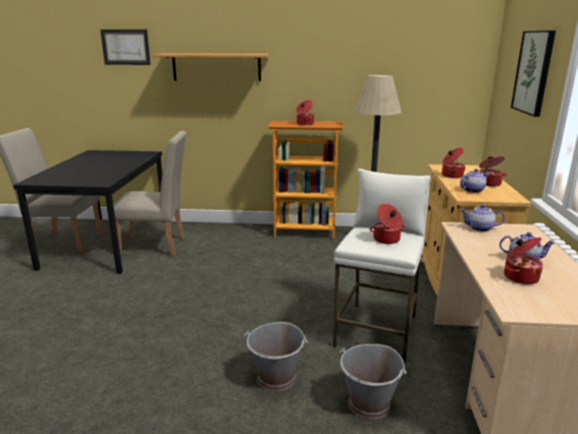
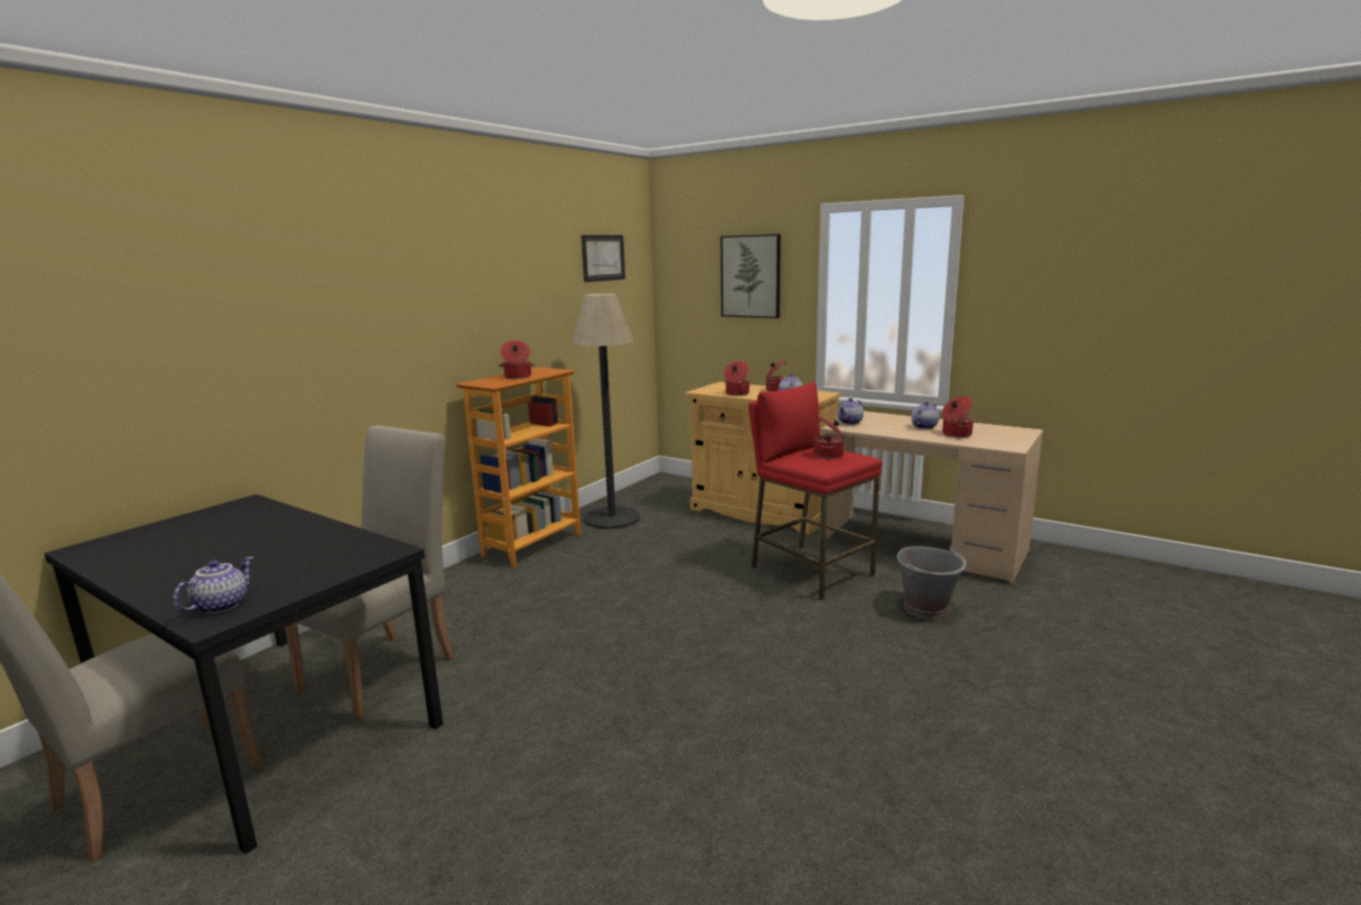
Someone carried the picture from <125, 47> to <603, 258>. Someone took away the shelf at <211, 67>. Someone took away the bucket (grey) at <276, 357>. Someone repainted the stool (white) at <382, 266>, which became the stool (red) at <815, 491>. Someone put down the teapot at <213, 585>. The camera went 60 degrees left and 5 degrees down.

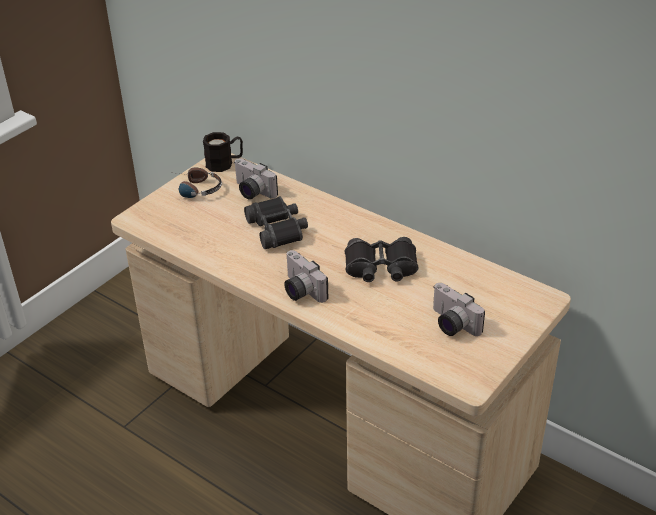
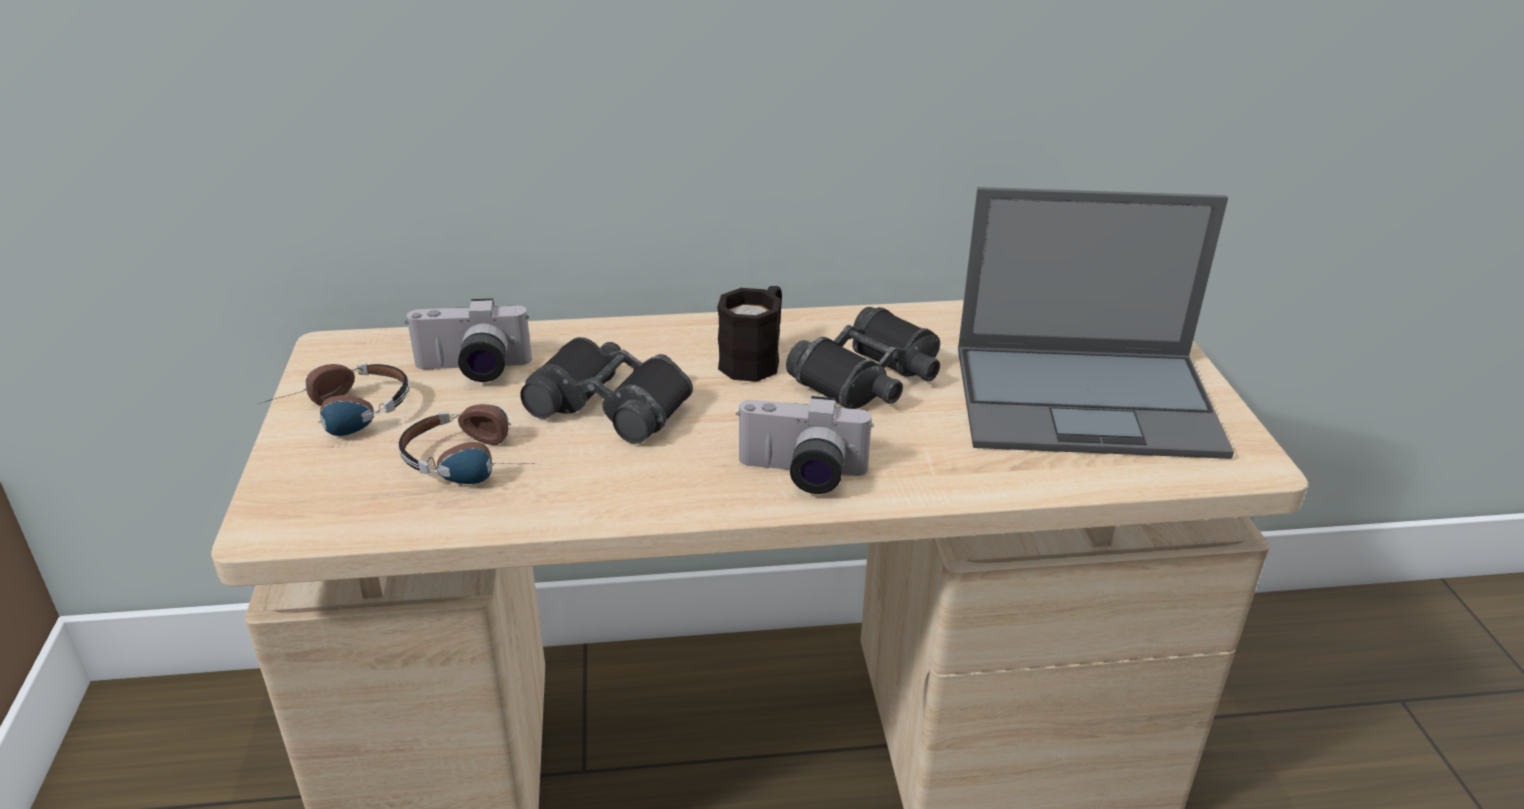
Someone carried the mug (black) from <223, 152> to <749, 334>. Someone swapped the photo camera at <459, 309> for the laptop at <1096, 323>. Someone put down the headphones at <465, 444>. The camera went 45 degrees left and 5 degrees down.

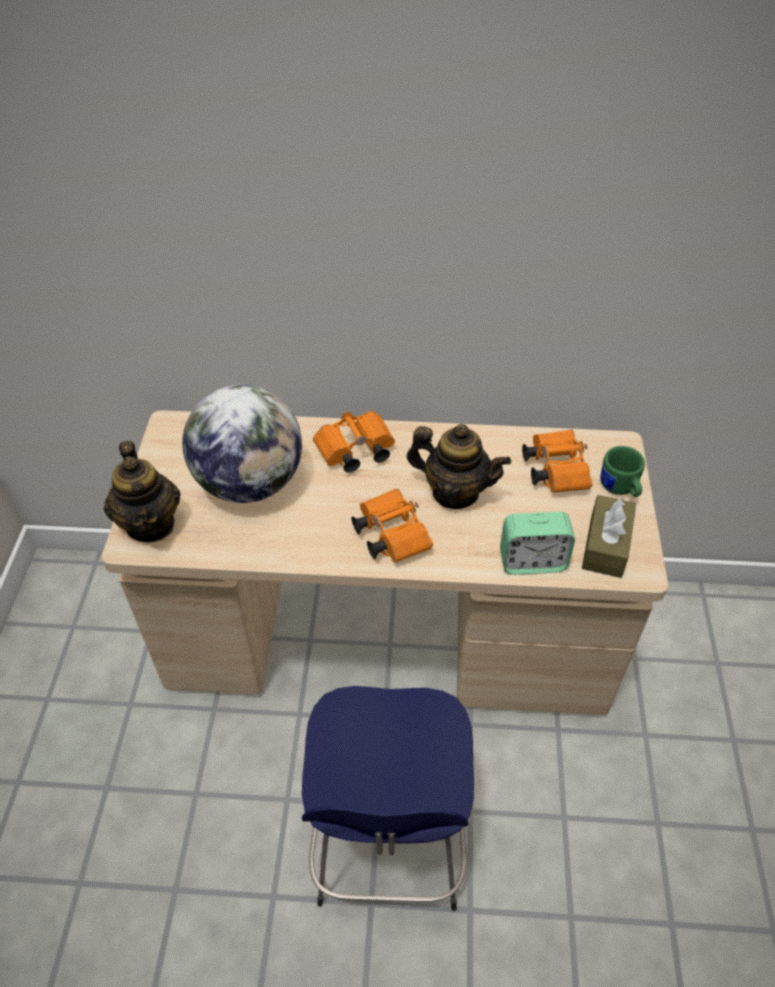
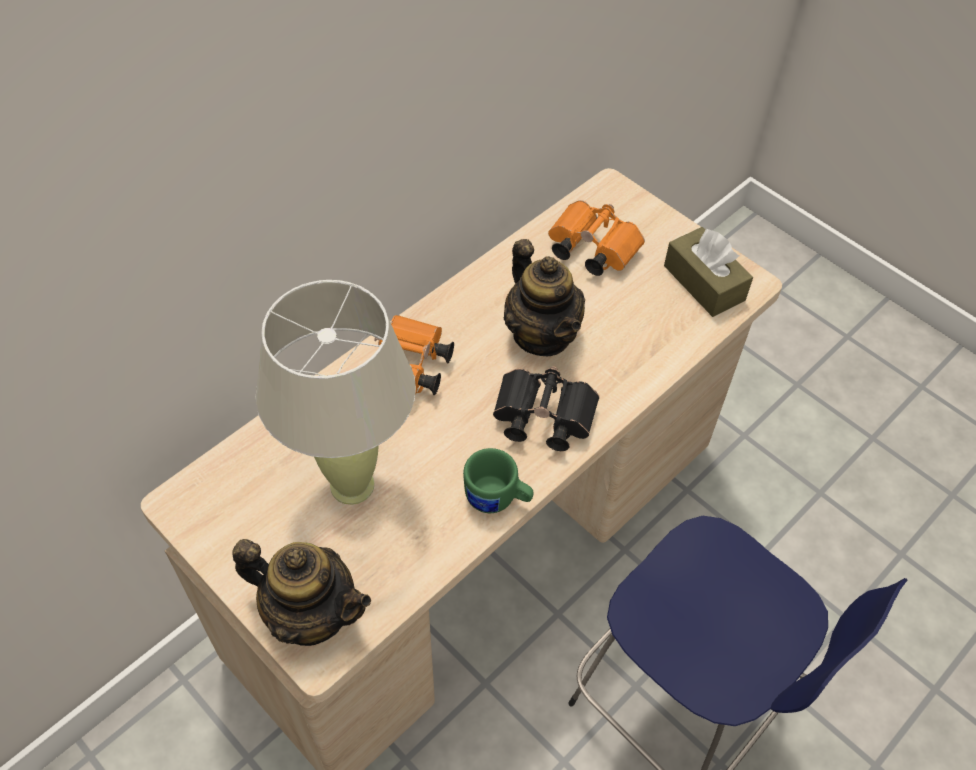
Someone swapped the globe at <242, 444> for the table lamp (beige) at <336, 392>. Someone repainted the binoculars (orange) at <392, 526>, which became the binoculars (black) at <546, 408>. Someone rotated the teapot at <458, 466> by 90 degrees clockwise. Someone took away the alarm clock at <537, 543>. Someone carried the mug (green) from <622, 471> to <498, 480>. The camera went 50 degrees left and 5 degrees up.

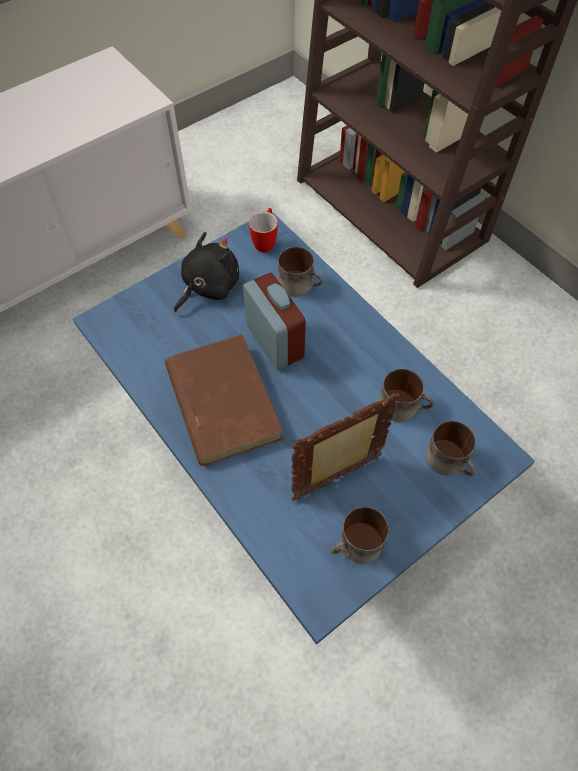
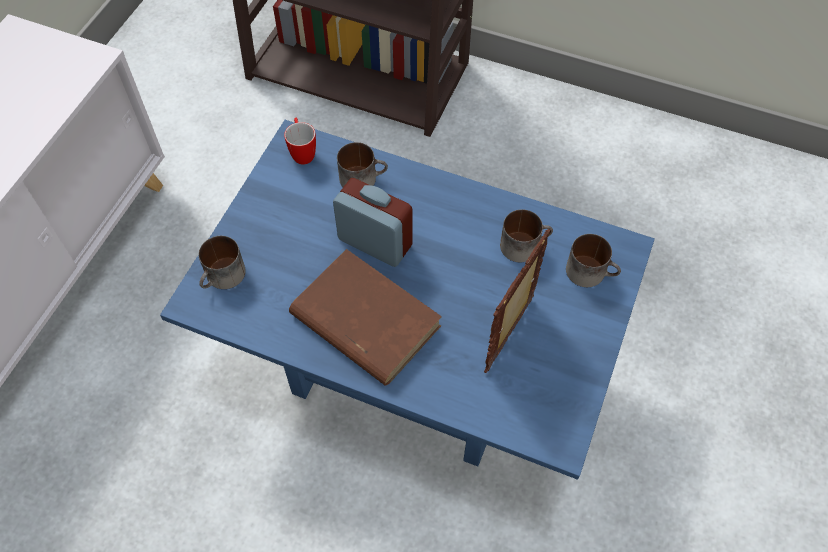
Someone took away the plush toy (black) at <206, 272>. Someone carried the mug from <360, 535> to <222, 262>. The camera went 30 degrees left and 0 degrees up.

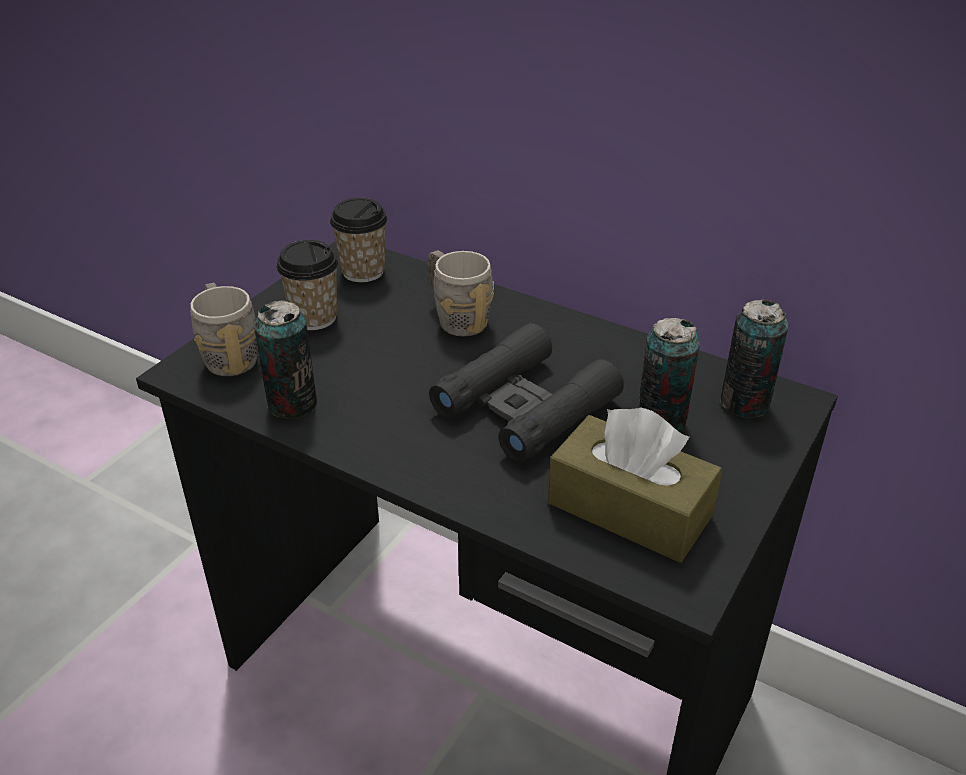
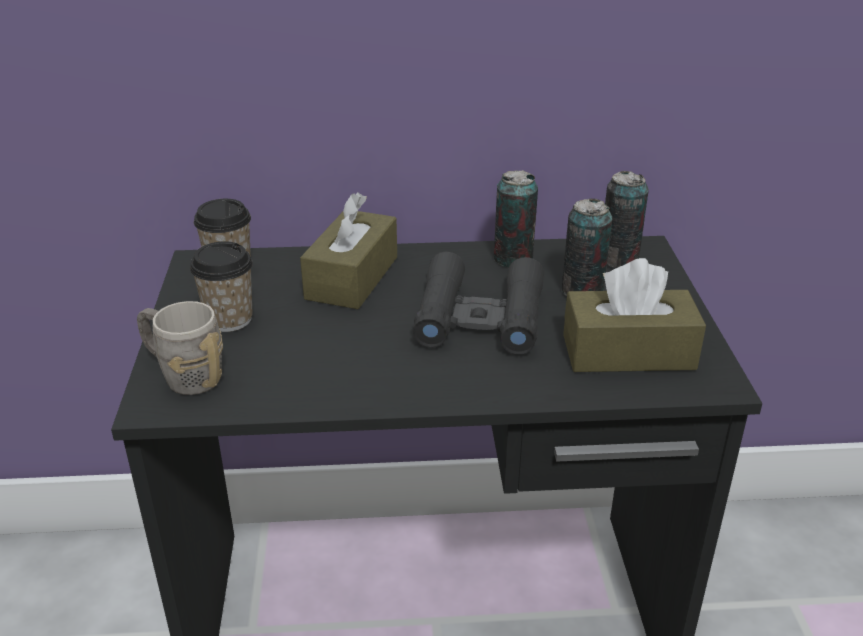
Someone carried the can from <285, 359> to <516, 218>. Someone swapped the mug (grey) at <460, 294> for the tissue box (brown) at <348, 250>. The camera went 35 degrees left and 5 degrees down.

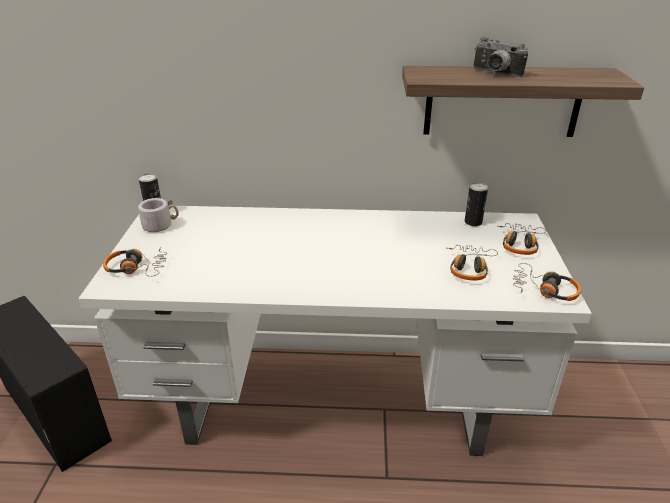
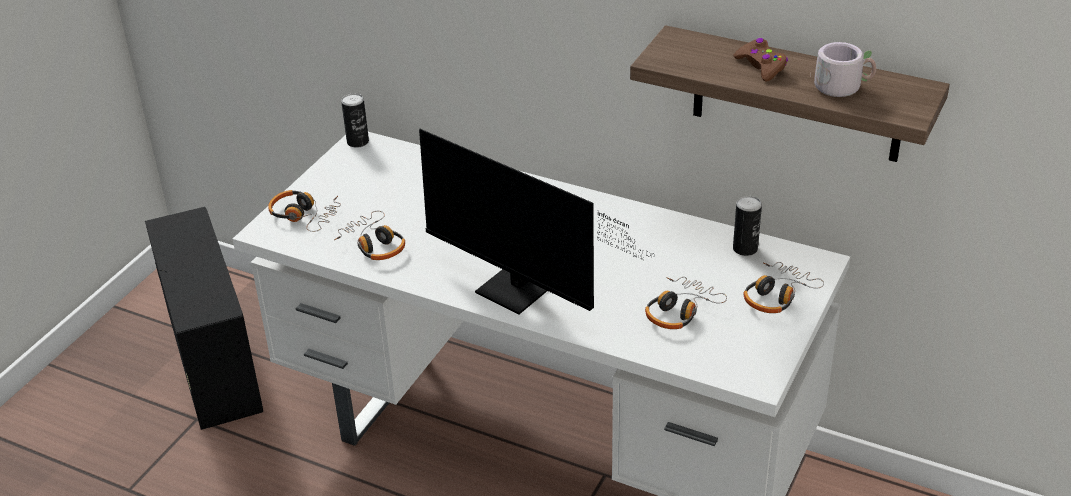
Someone carried the mug (grey) from <158, 215> to <843, 69>. Someone swapped the photo camera at <501, 57> for the game controller (brown) at <761, 60>. Someone carried the headphones from <547, 282> to <369, 235>. Someone put down the monitor at <537, 221>. The camera went 25 degrees right and 5 degrees up.

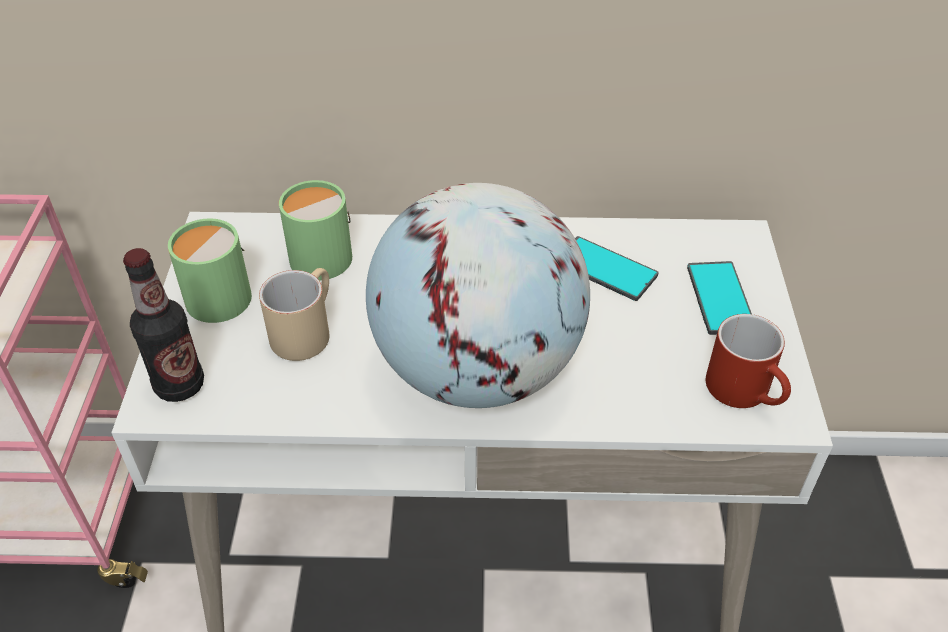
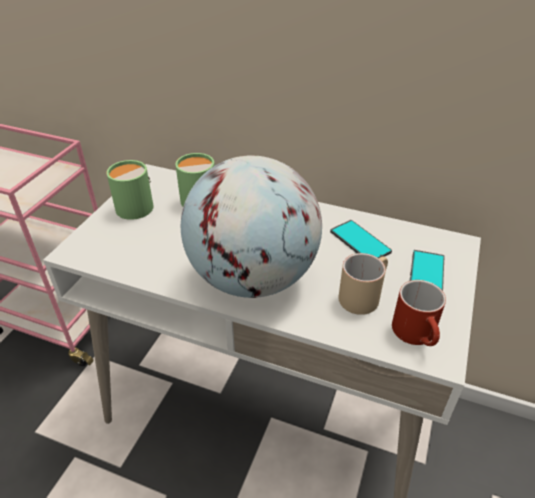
Someone took away the bottle at <163, 325>. Someone carried the mug (beige) from <294, 314> to <363, 284>. The camera went 20 degrees right and 5 degrees down.

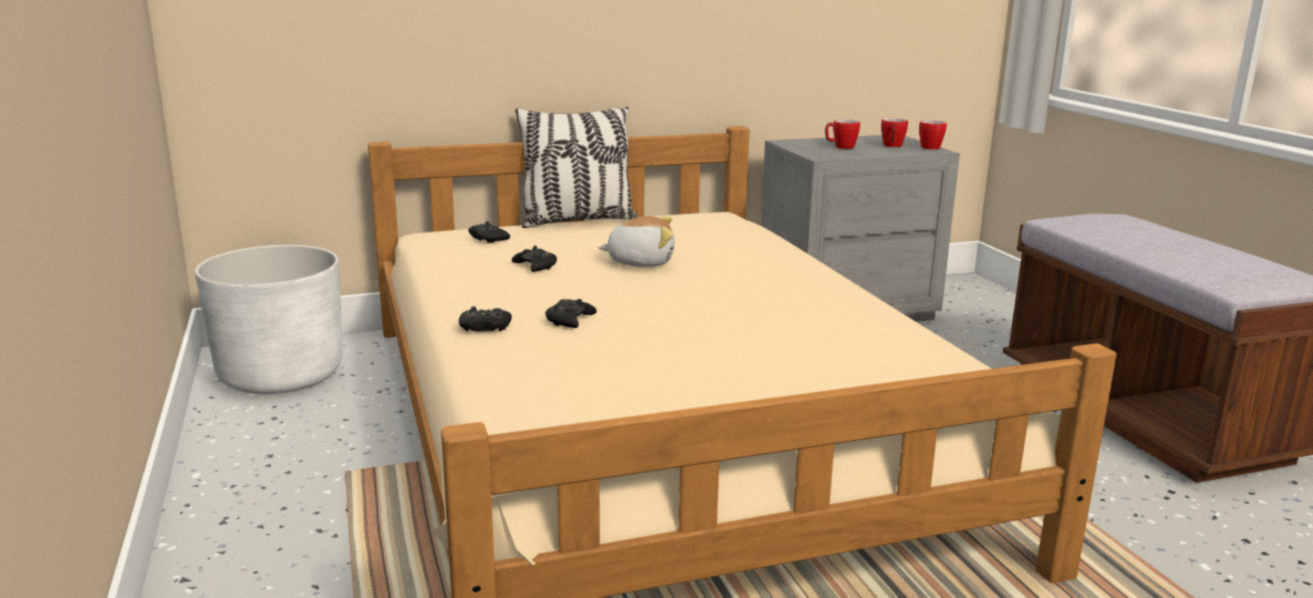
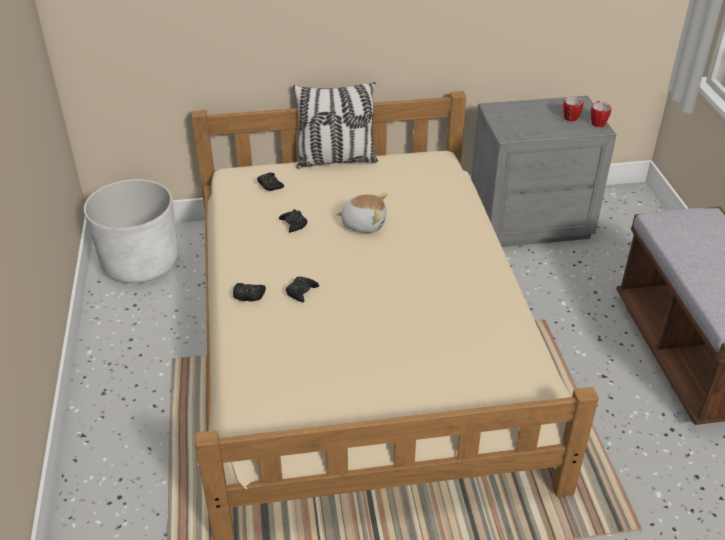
Someone took away the mug at <842, 134>. The camera went 10 degrees right and 20 degrees up.

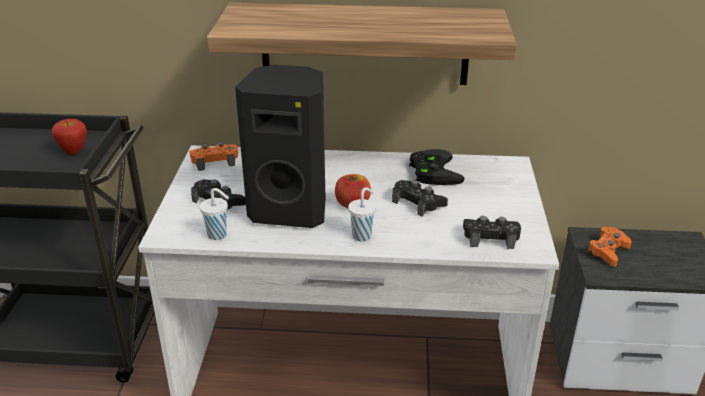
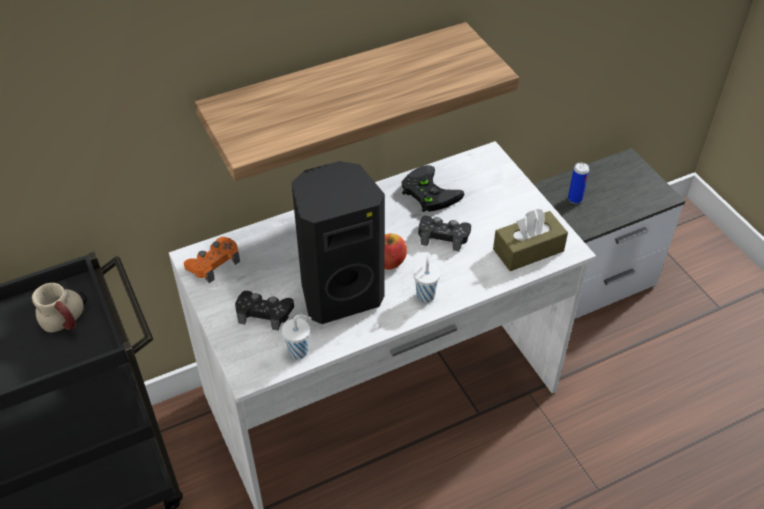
Someone swapped the apple at <69, 137> for the mug at <59, 307>. Someone swapped the game controller (black) at <492, 232> for the tissue box (brown) at <530, 240>. Someone swapped the game controller (orange) at <609, 247> for the can at <578, 183>. The camera went 30 degrees left and 15 degrees up.

